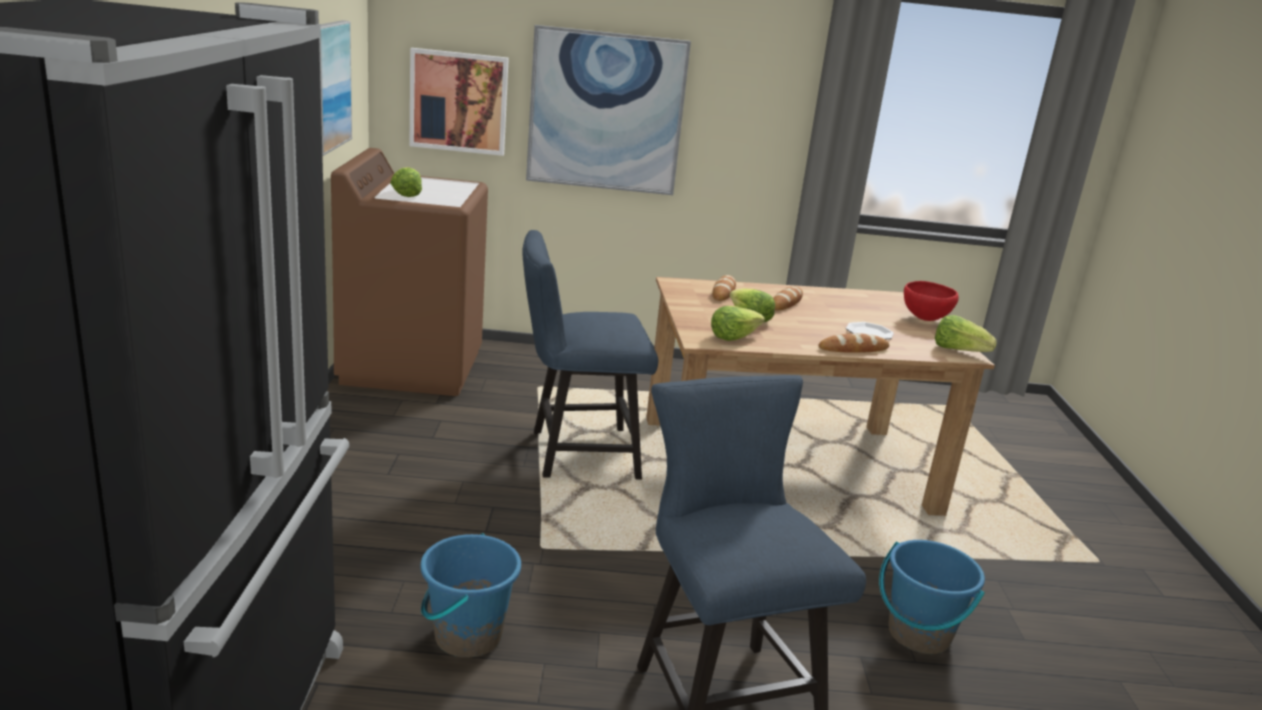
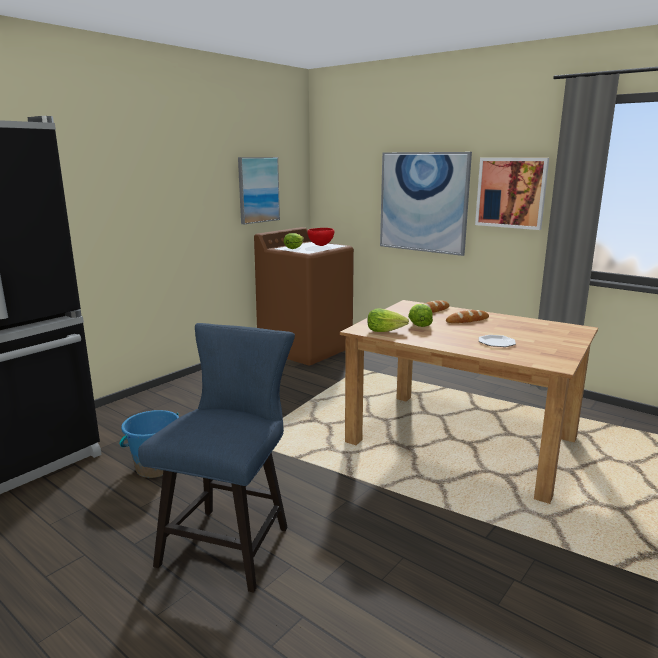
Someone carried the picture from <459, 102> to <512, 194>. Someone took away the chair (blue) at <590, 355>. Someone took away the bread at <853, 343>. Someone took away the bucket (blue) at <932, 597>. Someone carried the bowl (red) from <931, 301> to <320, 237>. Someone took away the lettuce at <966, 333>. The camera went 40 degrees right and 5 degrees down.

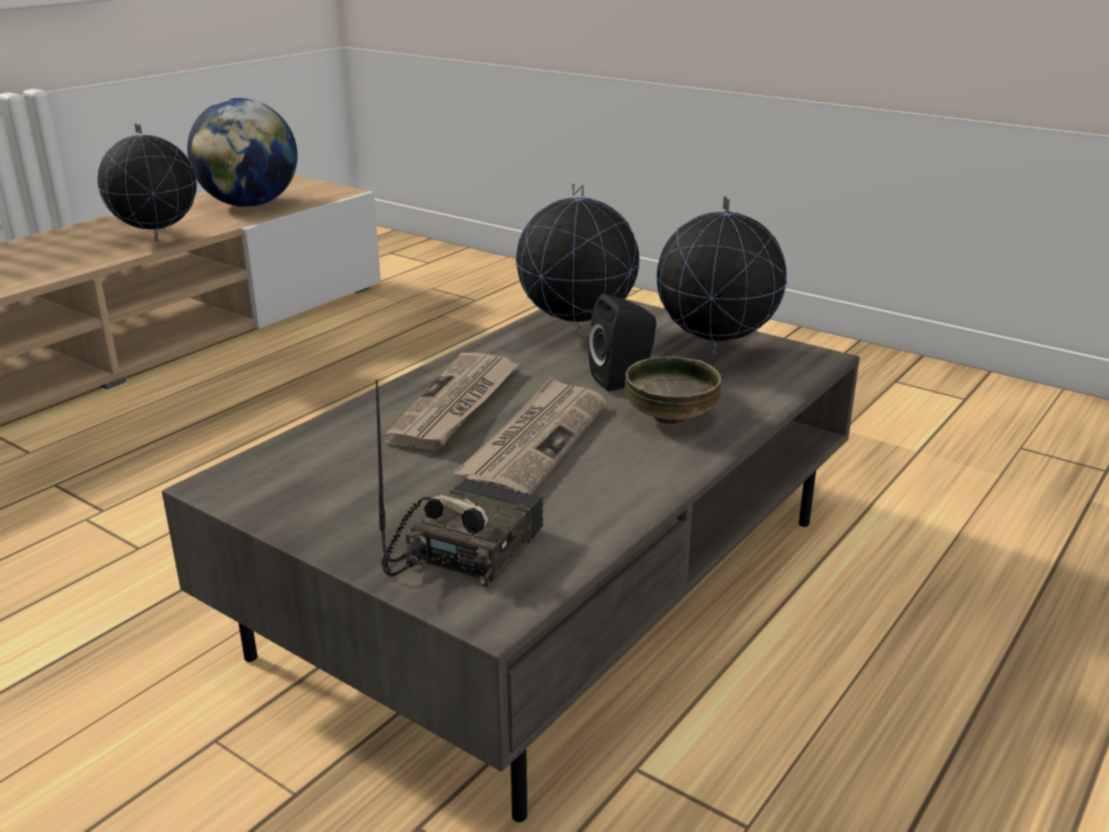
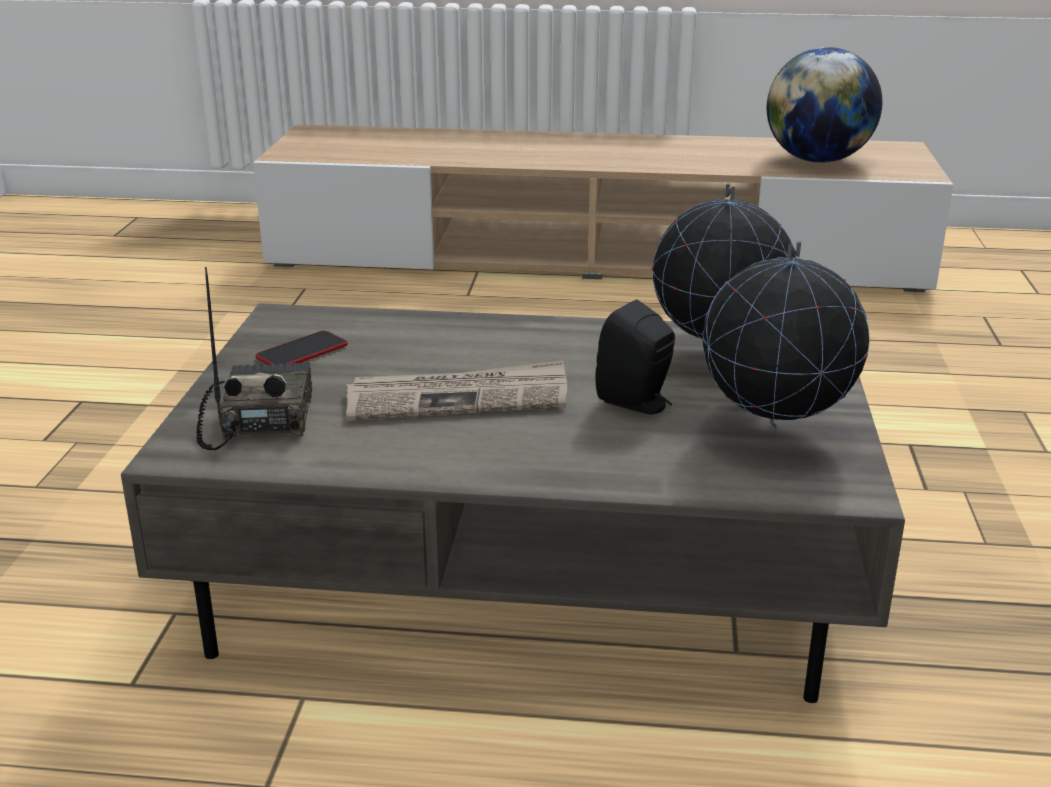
Someone took away the globe at <147, 182>. Someone rotated the radio at <459, 483> by 90 degrees counterclockwise. Someone took away the newspaper at <451, 401>. Someone took away the bowl at <673, 390>. Someone put down the phone at <301, 348>. The camera went 60 degrees right and 0 degrees up.

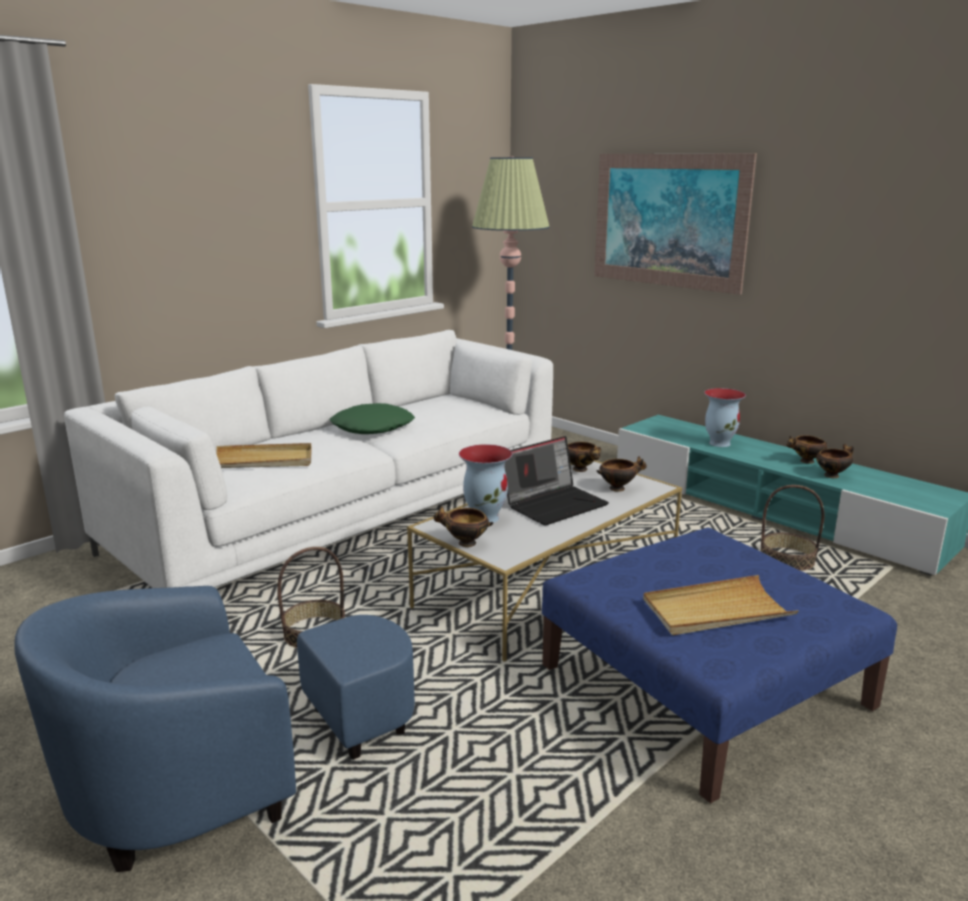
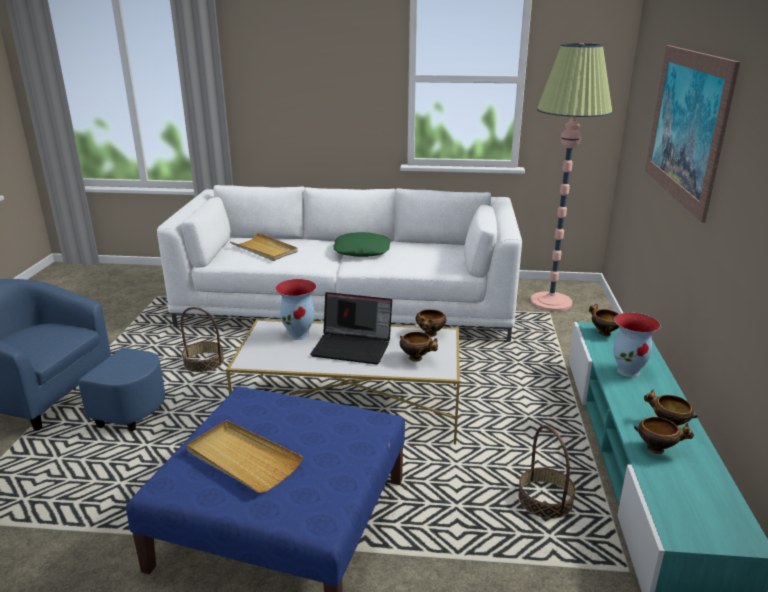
Someone carried the bowl from <463, 526> to <604, 320>. The camera went 50 degrees right and 5 degrees up.

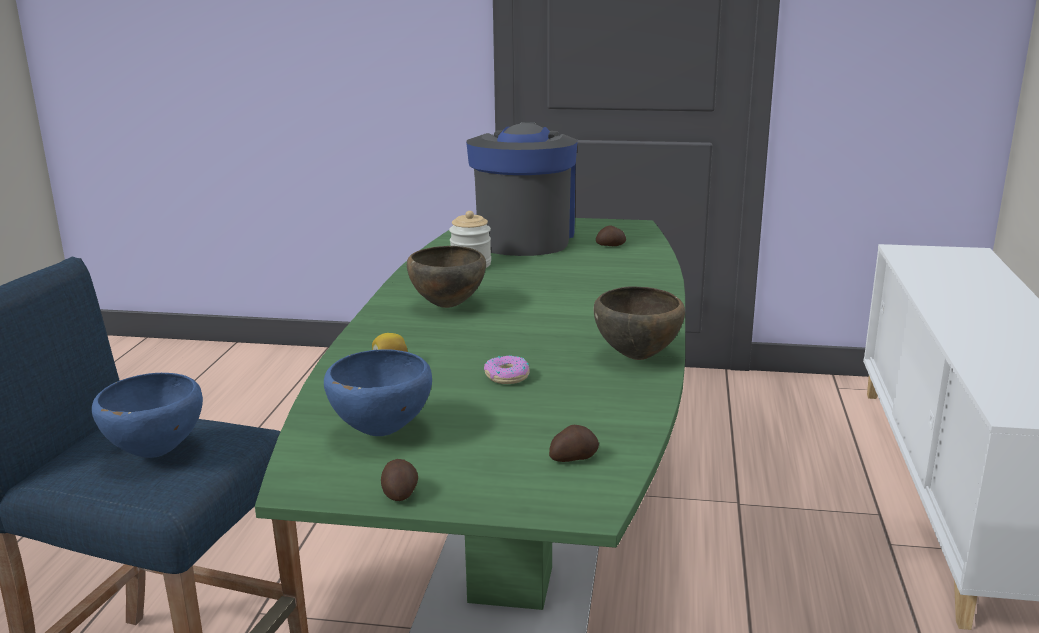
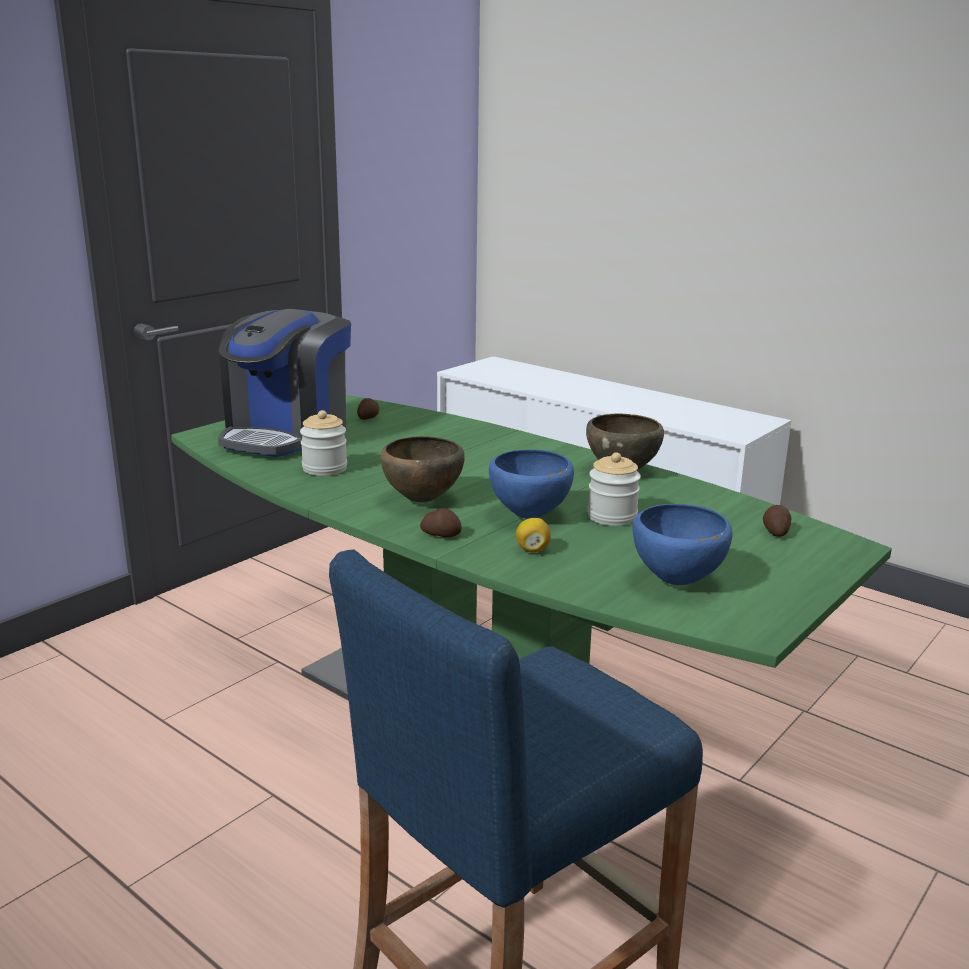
Someone carried the bowl (blue) from <147, 415> to <531, 484>. Someone carried the potato from <399, 480> to <441, 523>. Someone rotated the coffee machine at <522, 189> by 105 degrees counterclockwise. Someone swapped the donut at <507, 369> for the jar at <614, 489>. The camera went 60 degrees left and 0 degrees up.

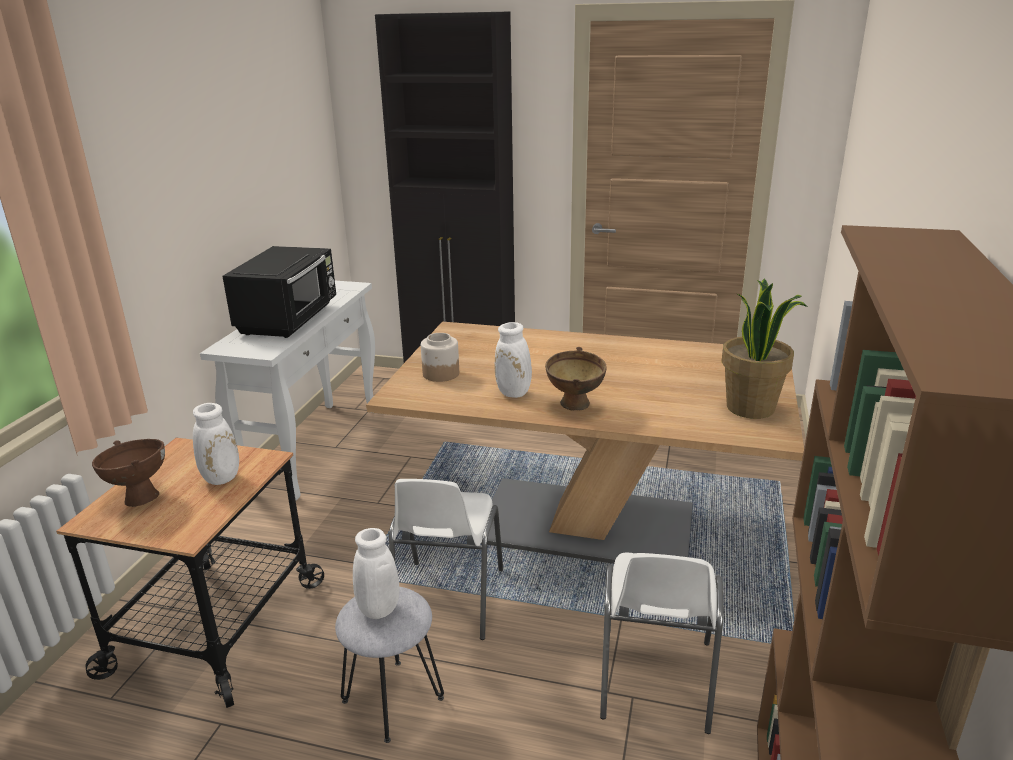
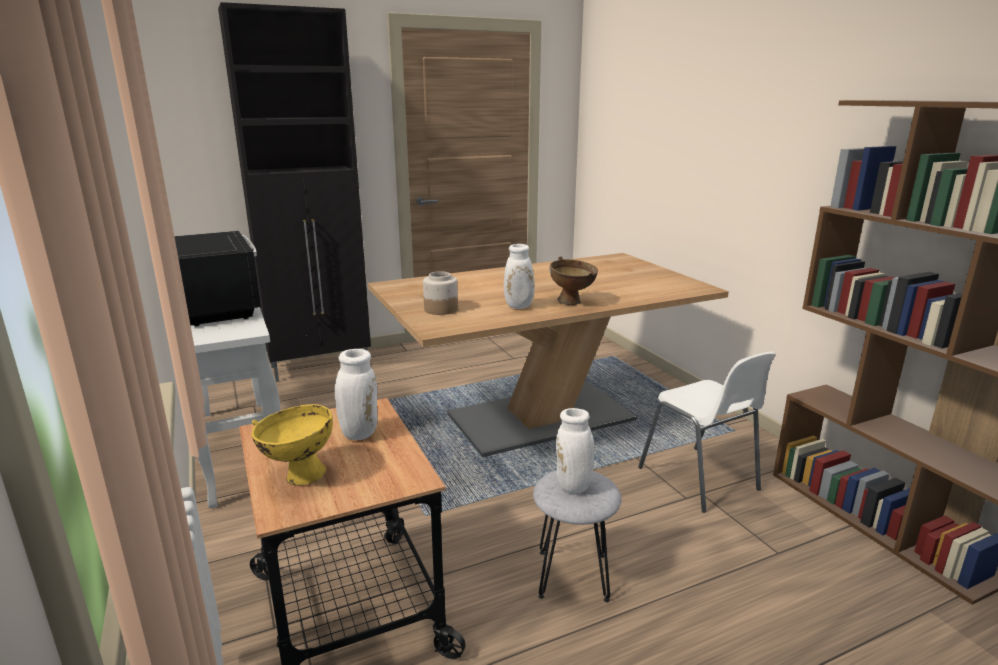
Someone repainted the bowl (brown) at <128, 473>, which became the bowl (yellow) at <292, 445>. Someone took away the chair (white) at <446, 559>. Someone took away the potted plant at <764, 348>. The camera went 40 degrees left and 5 degrees down.

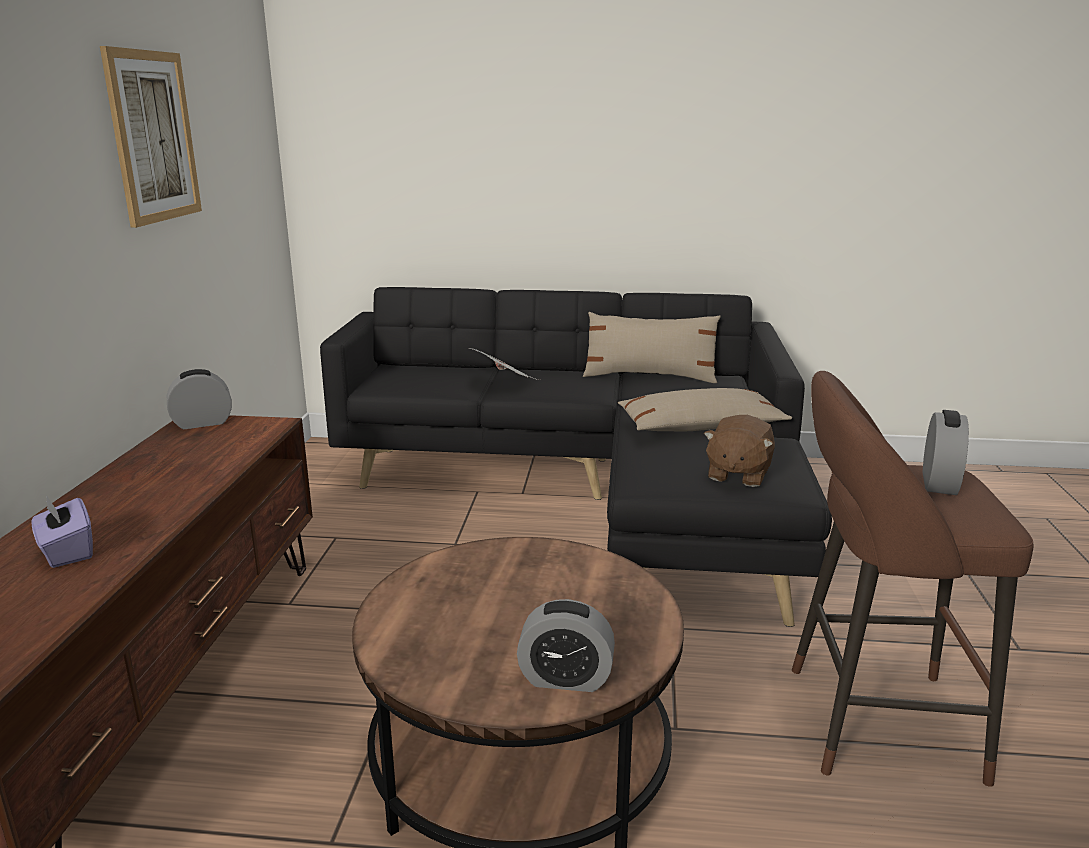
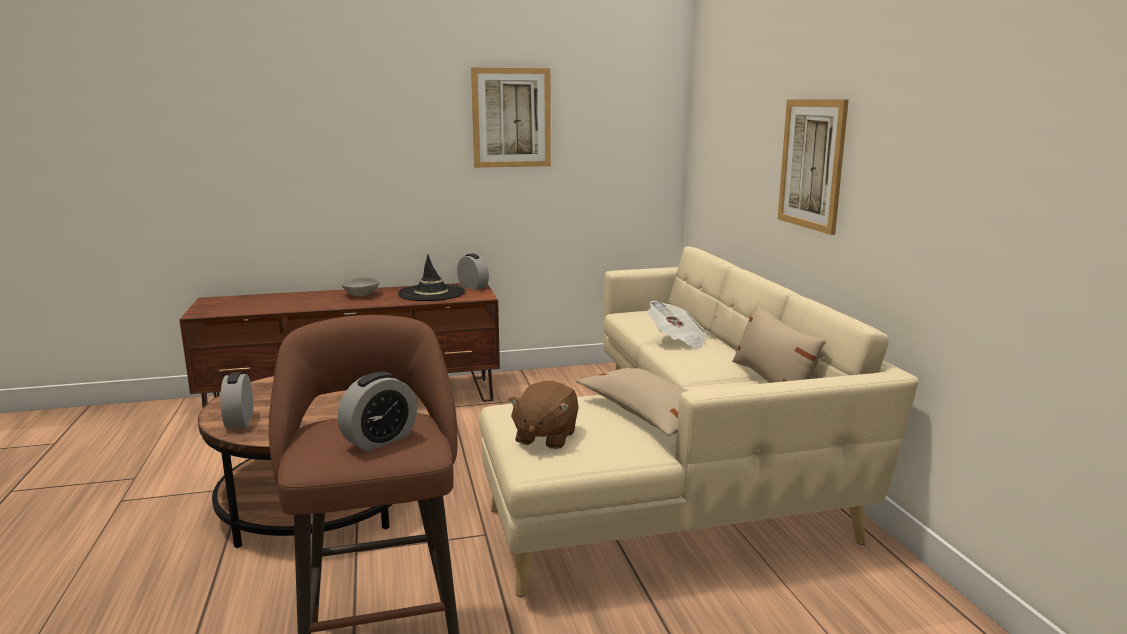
Someone took away the tissue box (purple) at <62, 531>. Someone repainted the sofa (black) at <576, 457>, which became the sofa (beige) at <699, 421>. Someone rotated the plush toy (brown) at <739, 451> by 75 degrees counterclockwise. Someone rotated the alarm clock at <946, 452> by 45 degrees counterclockwise. Someone put down the bowl (grey) at <360, 287>. Someone put down the hat (black) at <431, 277>. Someone put up the picture at <813, 167>. The camera went 70 degrees right and 5 degrees down.

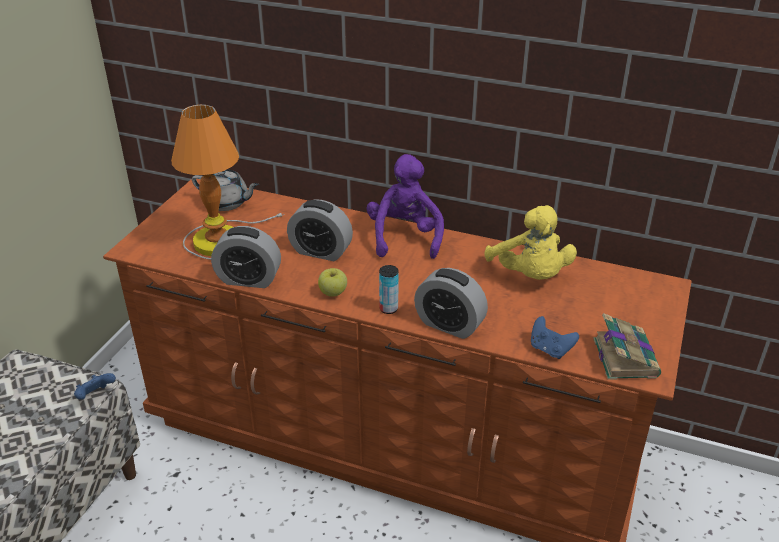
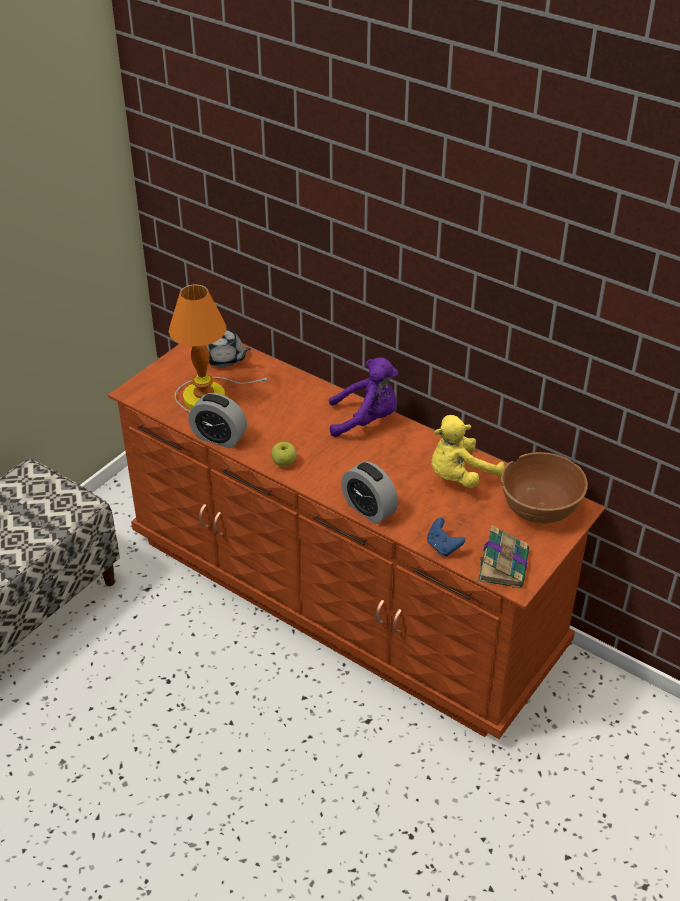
Someone took away the game controller (blue) at <95, 386>. Someone took away the alarm clock at <320, 230>. Someone rotated the plush toy (purple) at <405, 206> by 75 degrees clockwise. Someone took away the can at <389, 289>. Someone rotated the plush toy (yellow) at <530, 242> by 60 degrees clockwise. Someone put down the bowl (brown) at <544, 488>. The camera went 15 degrees right and 5 degrees up.

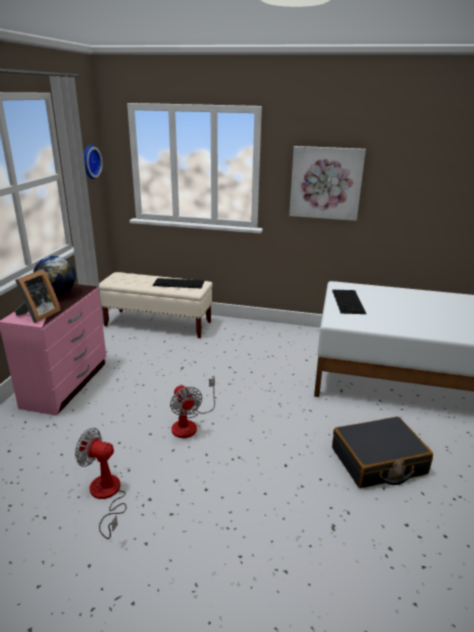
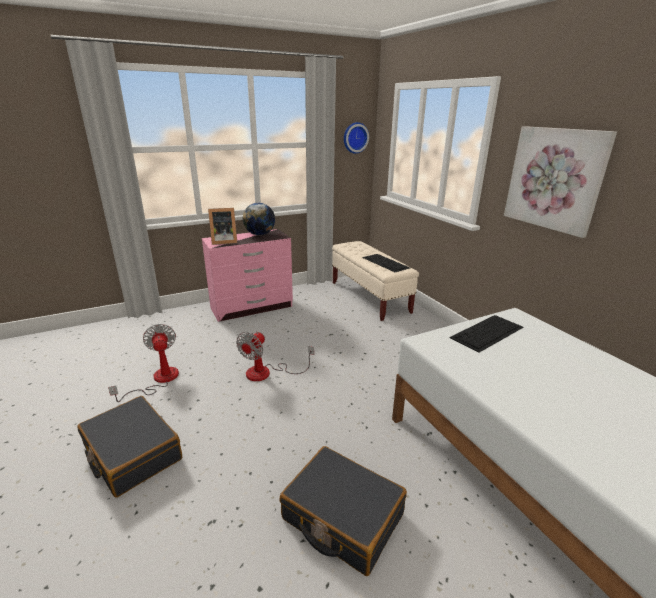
Someone put down the suitcase (black) at <129, 446>. The camera went 50 degrees right and 0 degrees up.

